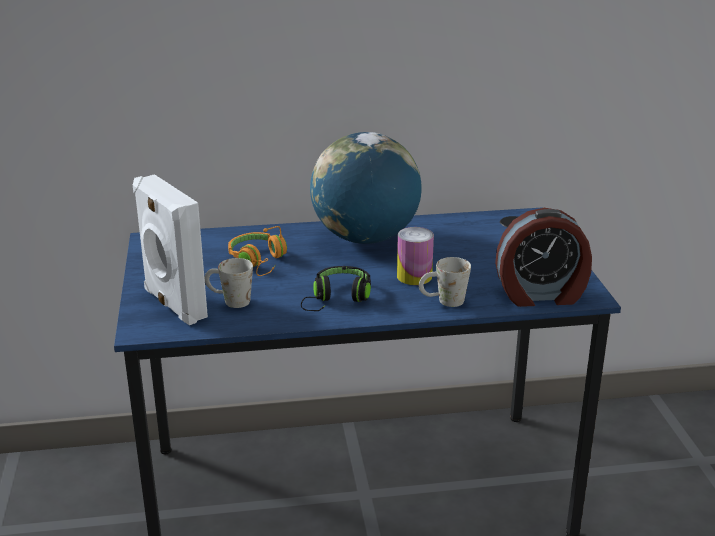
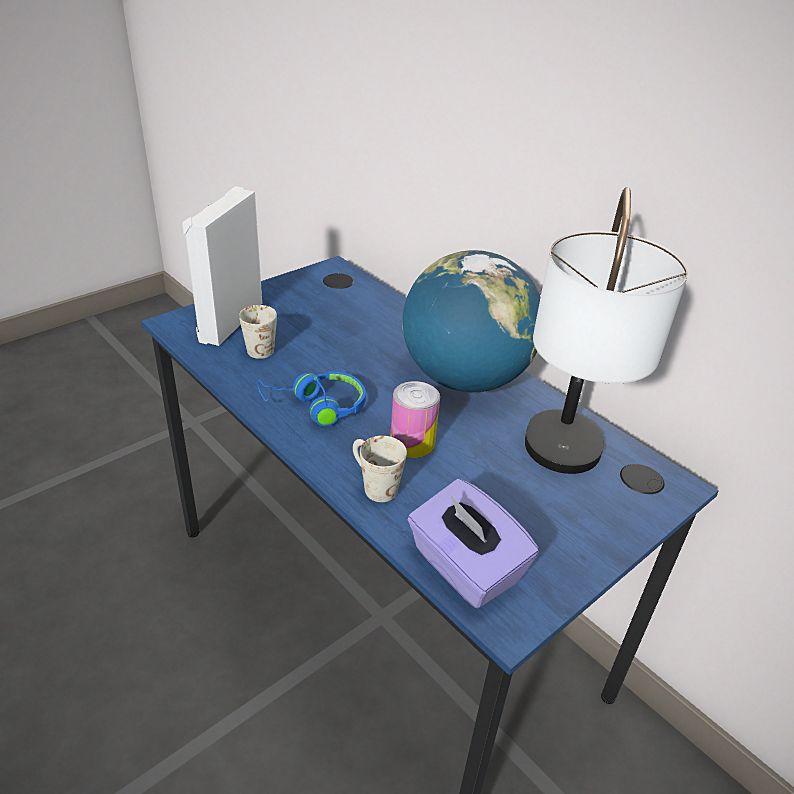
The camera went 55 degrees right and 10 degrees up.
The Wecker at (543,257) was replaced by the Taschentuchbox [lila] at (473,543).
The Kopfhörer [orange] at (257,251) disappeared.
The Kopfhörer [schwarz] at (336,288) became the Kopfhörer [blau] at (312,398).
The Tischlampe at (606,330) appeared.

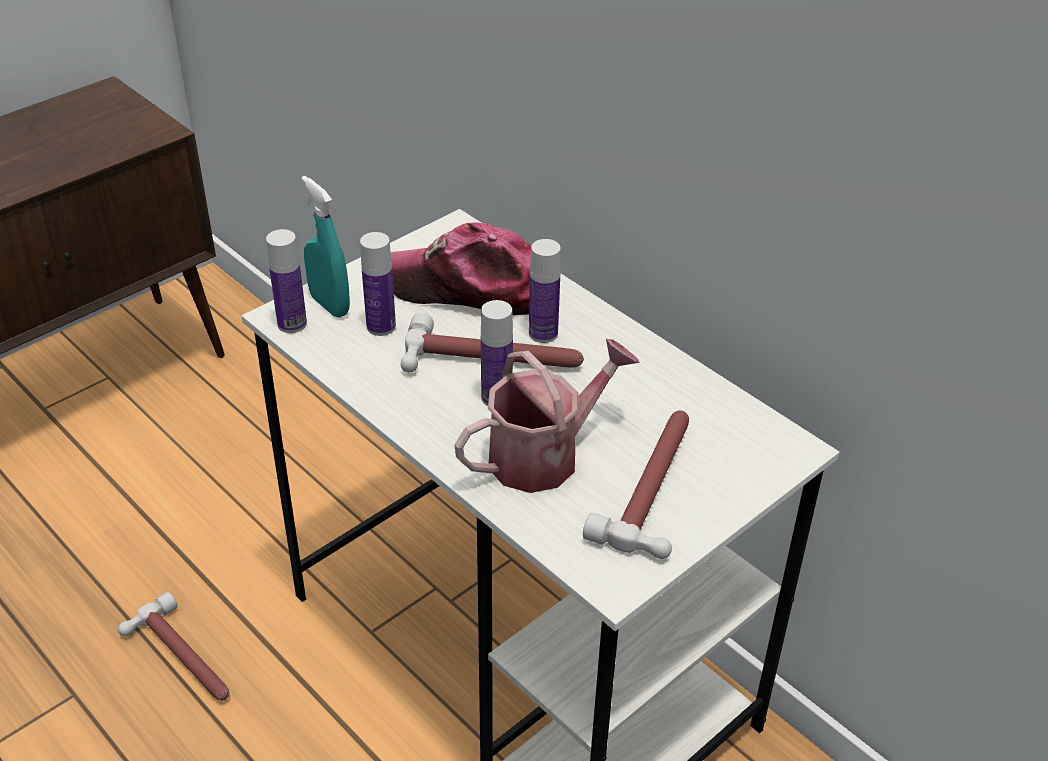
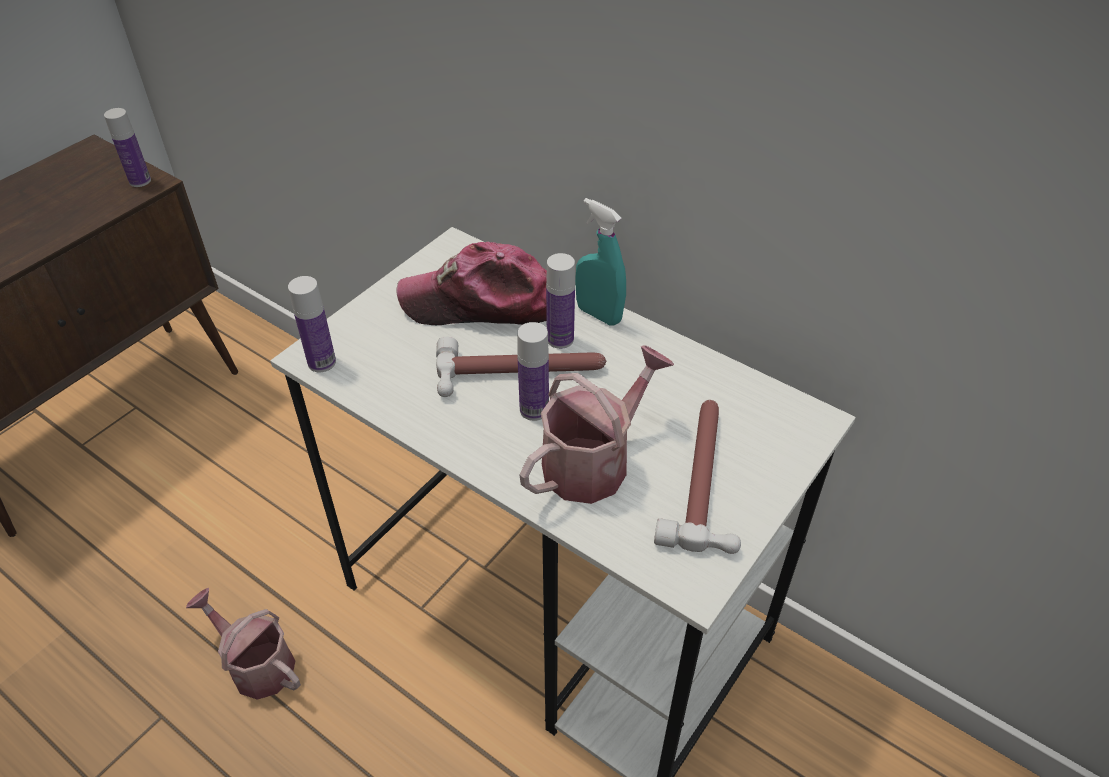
The camera went 10 degrees left and 5 degrees up.
The Sprühflasche [türkis] moved from (325,246) to (600,262).
The Flasche moved from (378,284) to (127,147).
The Hammer at (173,646) was replaced by the Gießkanne at (243,644).

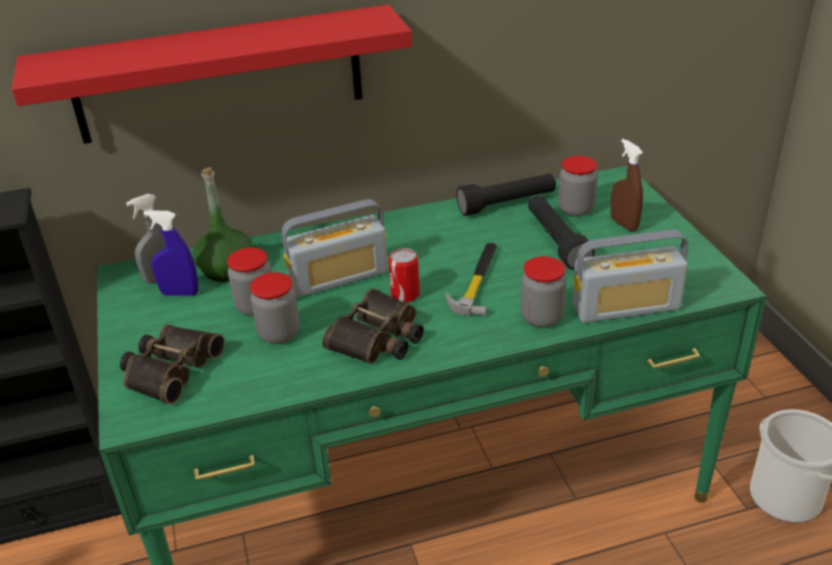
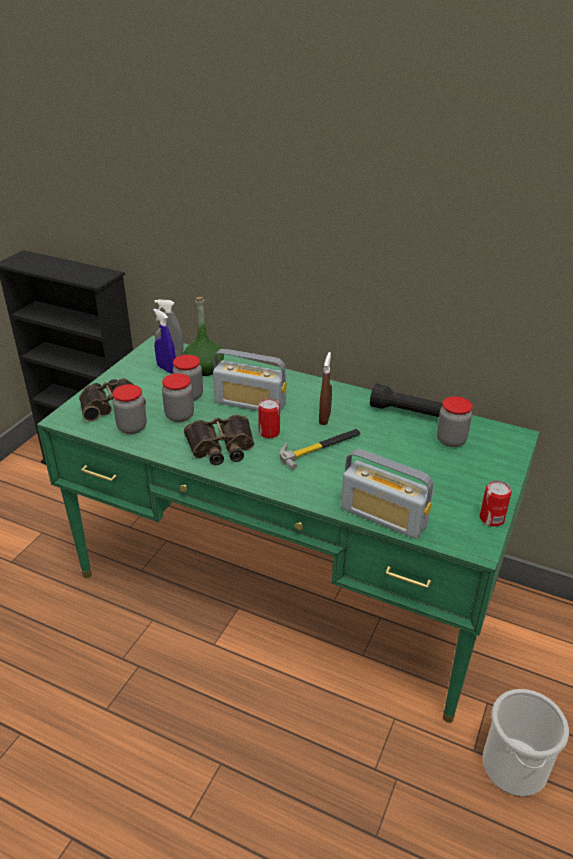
The camera went 40 degrees right and 0 degrees up.
The Wandregal [rot] at (212,74) disappeared.
The Sprühflasche [braun] moved from (626,185) to (325,388).
The Taschenlampe [schwarz] at (561,232) disappeared.
The Vorratsglas moved from (544,292) to (129,409).
The Dose at (496,503) appeared.

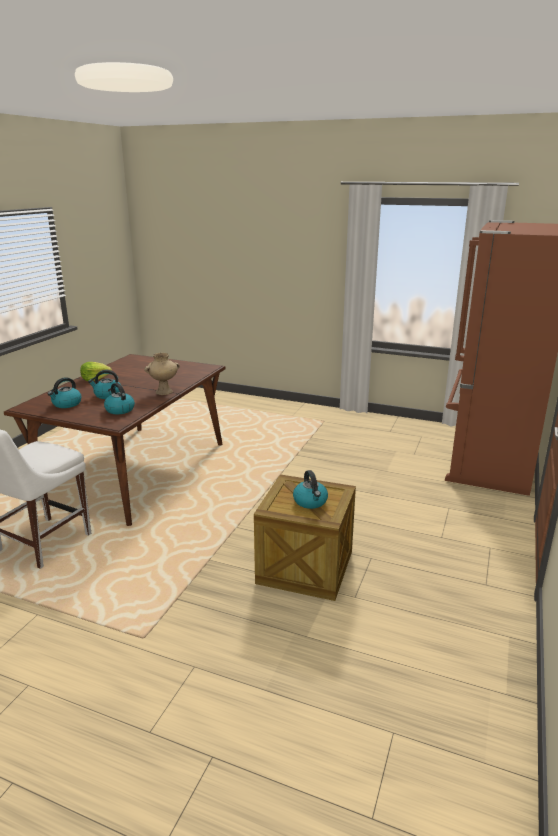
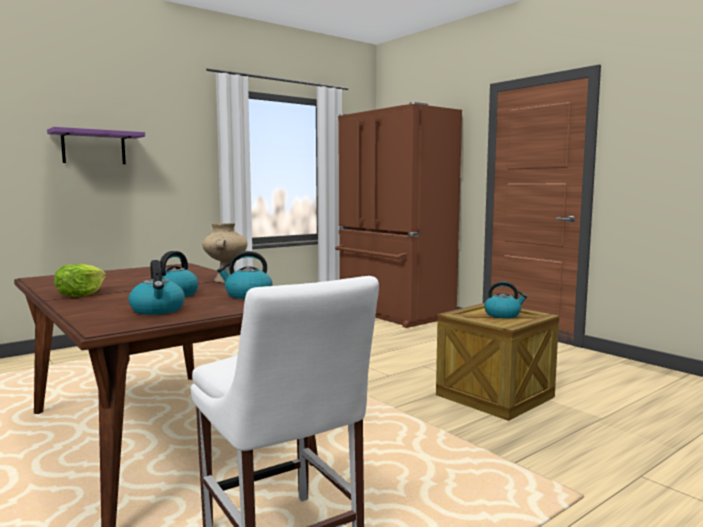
The camera went 60 degrees left and 15 degrees down.
The Wandregal [lila] at (96,145) appeared.

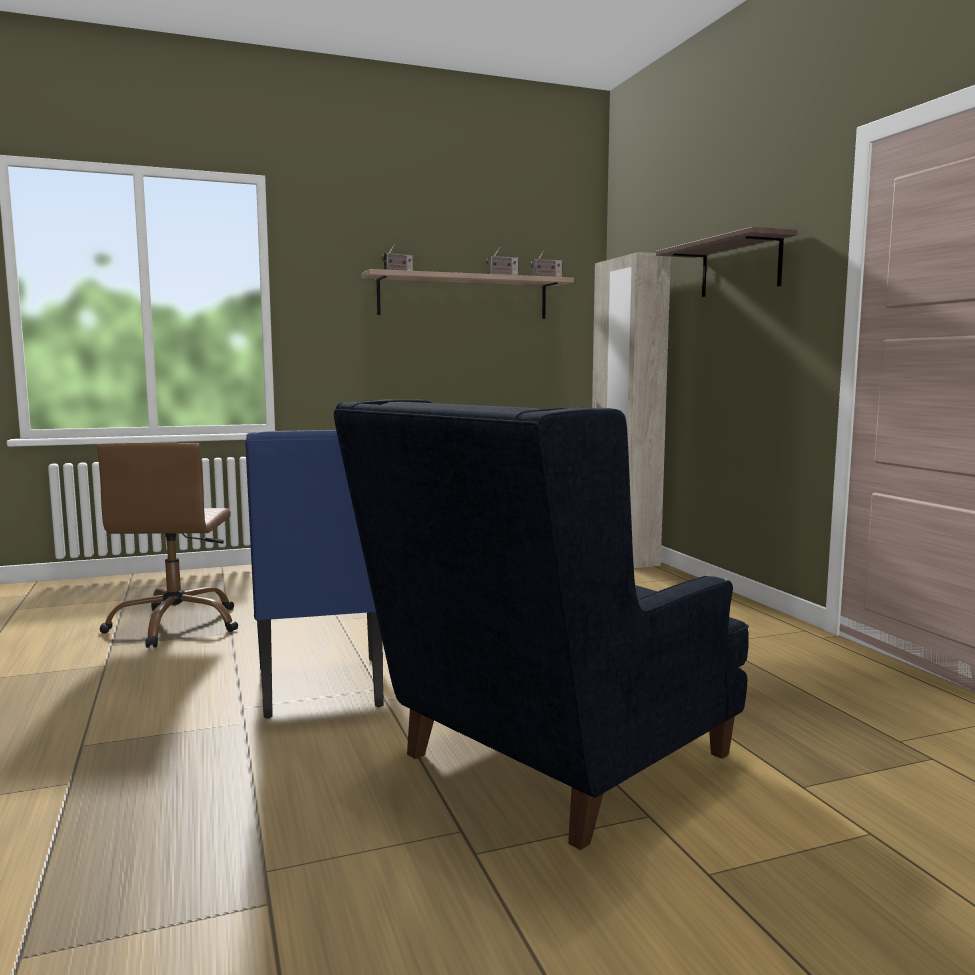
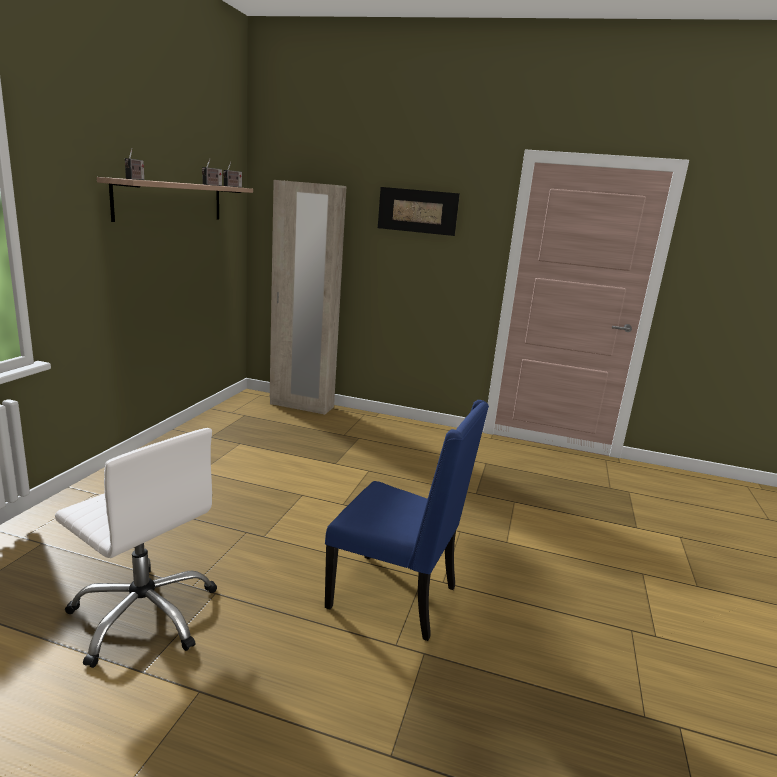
The camera went 55 degrees left and 10 degrees up.
The Wandregal at (726,262) was replaced by the Bild at (419,211).
The Sessel [blau] at (541,624) disappeared.
The Bürostuhl [braun] at (167,545) became the Bürostuhl [weiß] at (136,548).

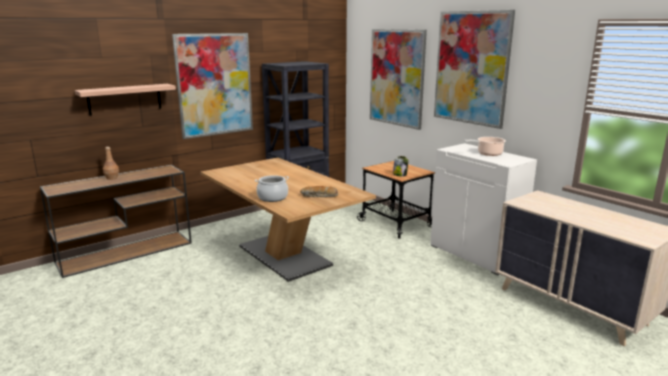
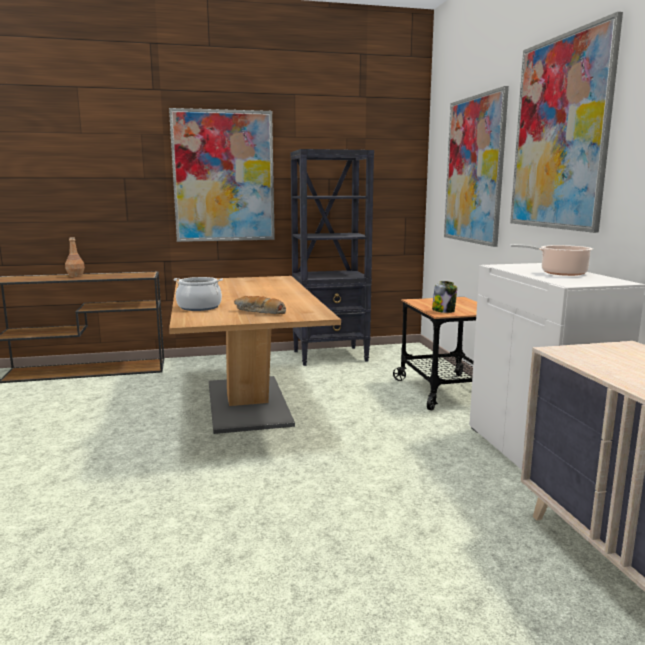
The camera went 25 degrees right and 5 degrees down.
The Wandregal at (125,100) disappeared.

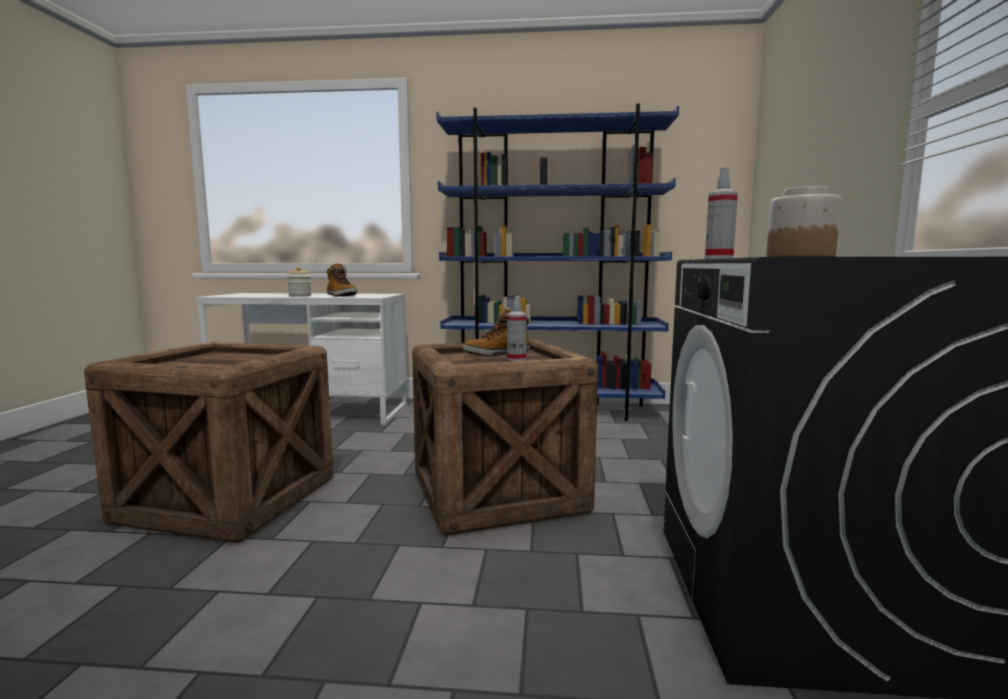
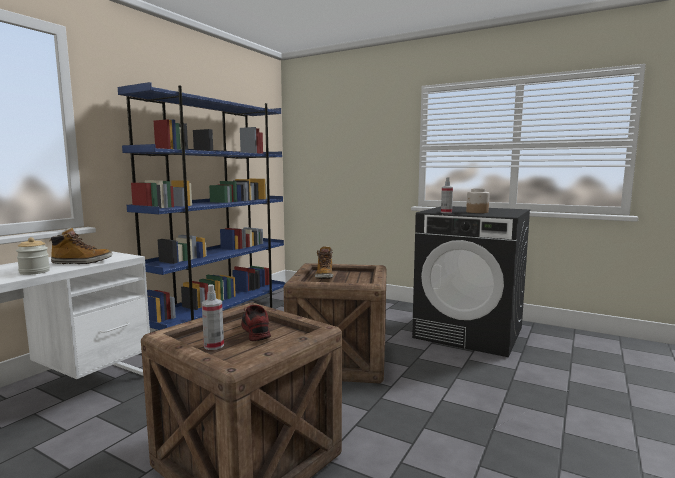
The camera went 65 degrees left and 0 degrees up.
The Sprühflasche moved from (517,328) to (213,317).
The Schuh at (256,323) appeared.

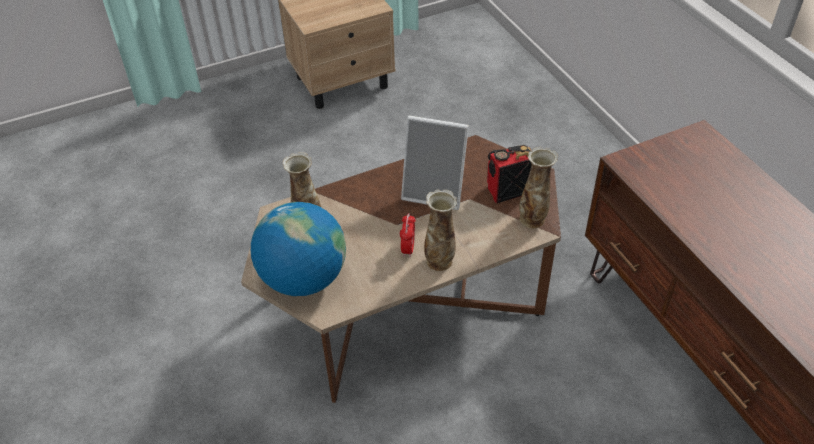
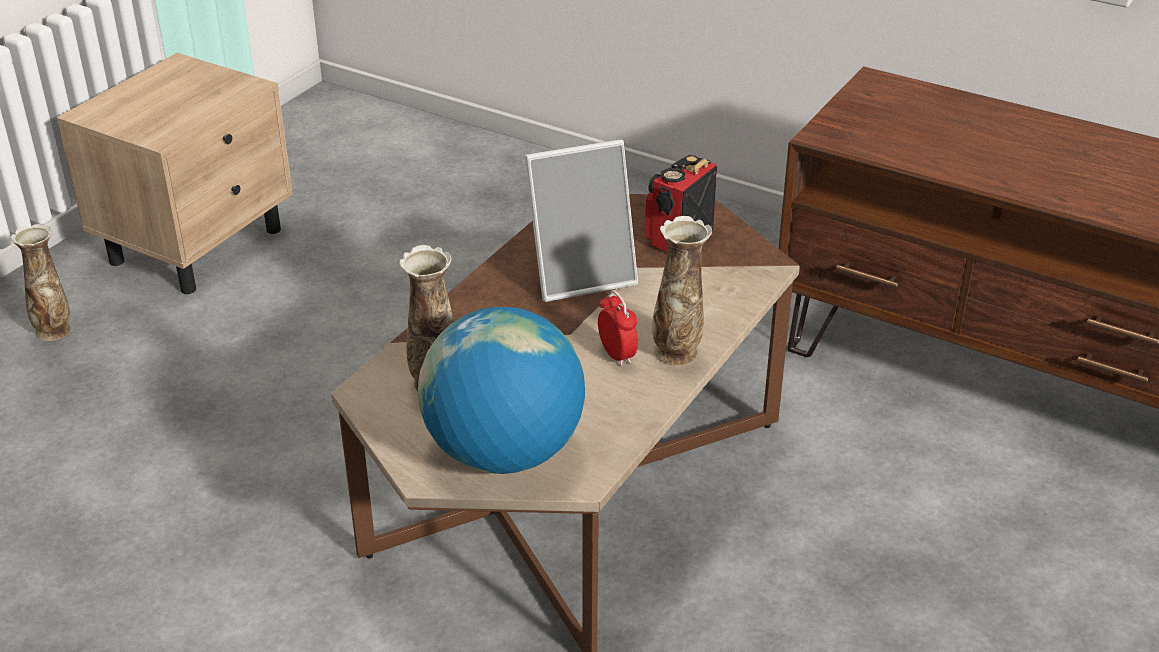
The camera went 35 degrees left and 10 degrees down.
The Vase moved from (538,188) to (41,282).

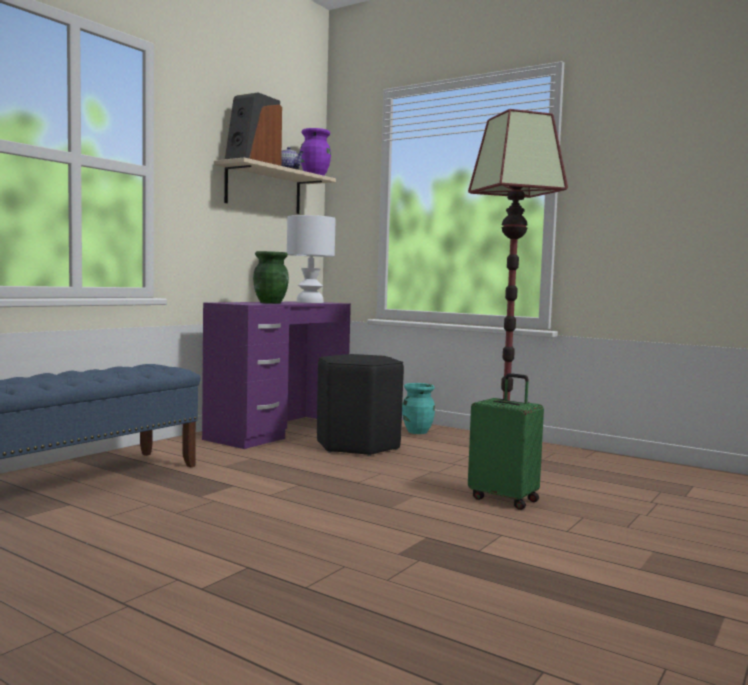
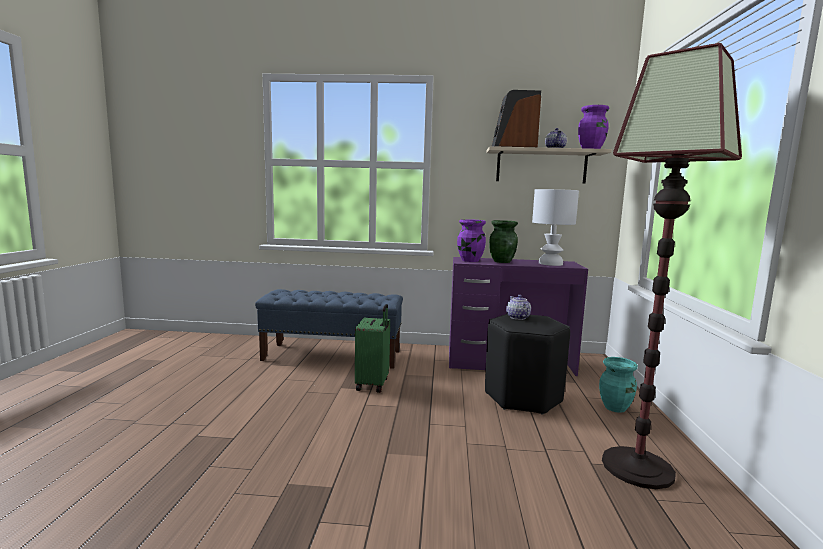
The camera went 60 degrees right and 5 degrees up.
The Koffer [grün] moved from (506,441) to (372,348).
The Vase [lila] at (471,240) appeared.
The Teekanne at (518,307) appeared.

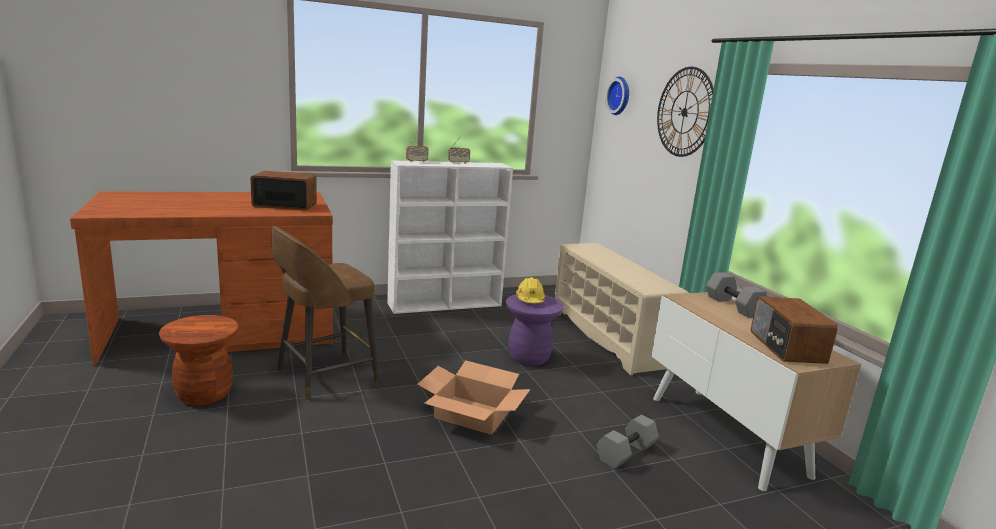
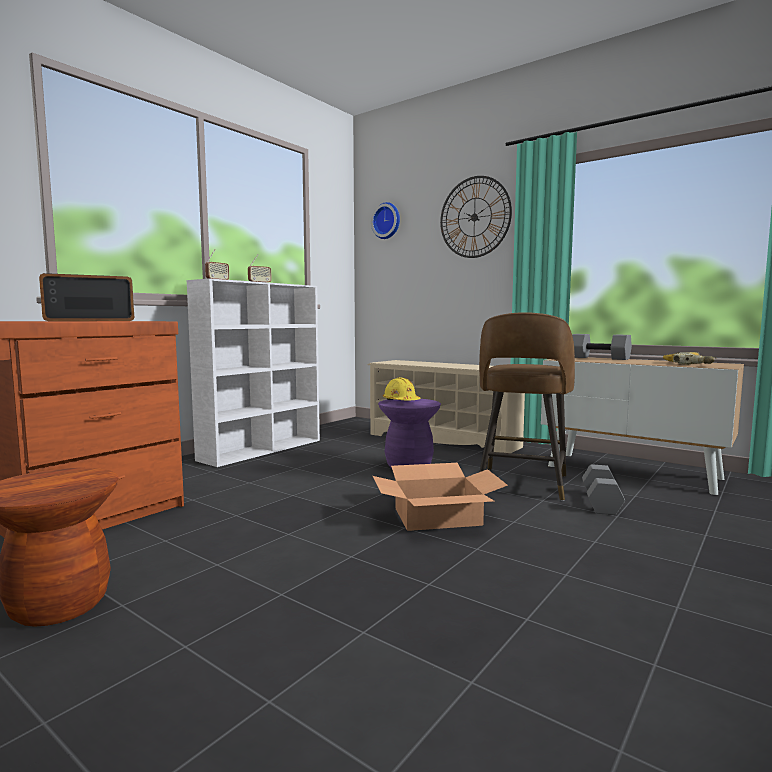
The camera went 30 degrees left and 10 degrees down.
The Hocker [braun] moved from (325,313) to (527,406).
The Radio at (794,330) was replaced by the Bohrmaschine at (690,358).

